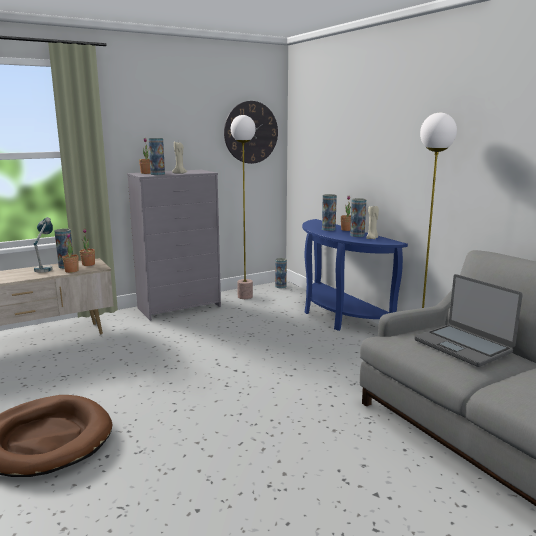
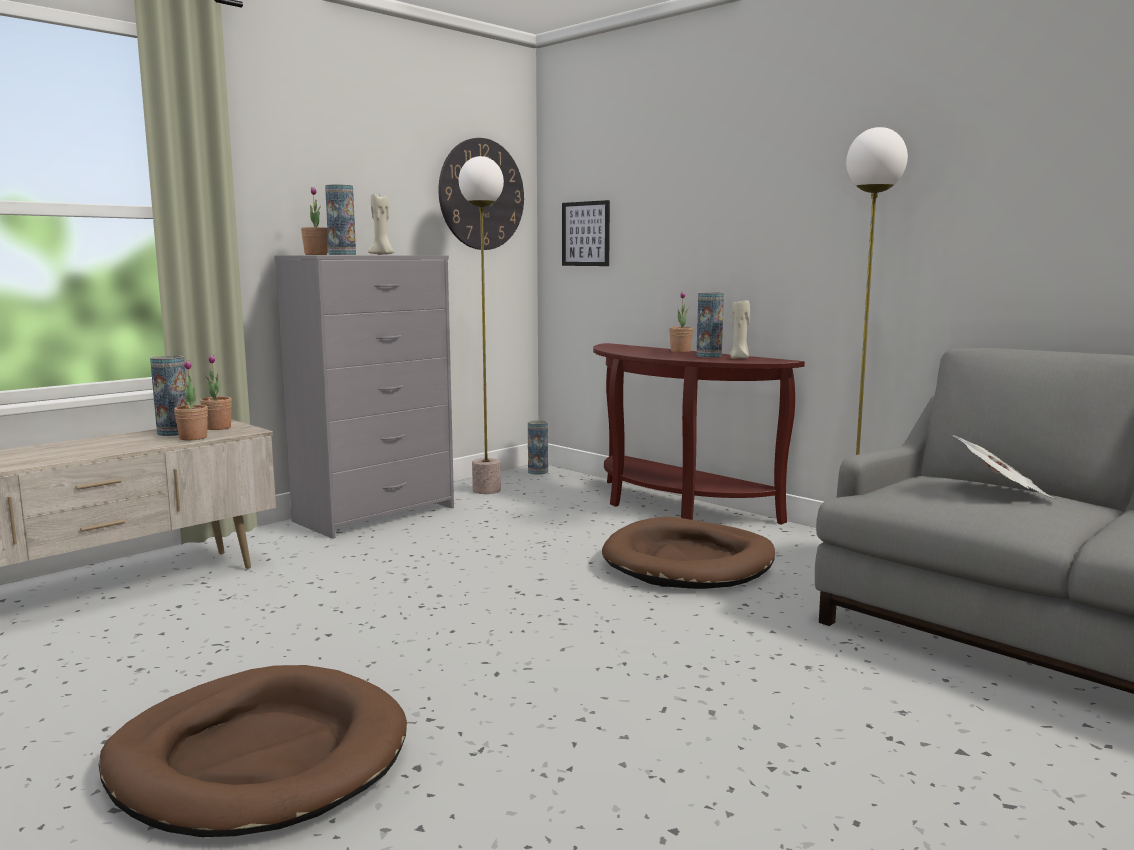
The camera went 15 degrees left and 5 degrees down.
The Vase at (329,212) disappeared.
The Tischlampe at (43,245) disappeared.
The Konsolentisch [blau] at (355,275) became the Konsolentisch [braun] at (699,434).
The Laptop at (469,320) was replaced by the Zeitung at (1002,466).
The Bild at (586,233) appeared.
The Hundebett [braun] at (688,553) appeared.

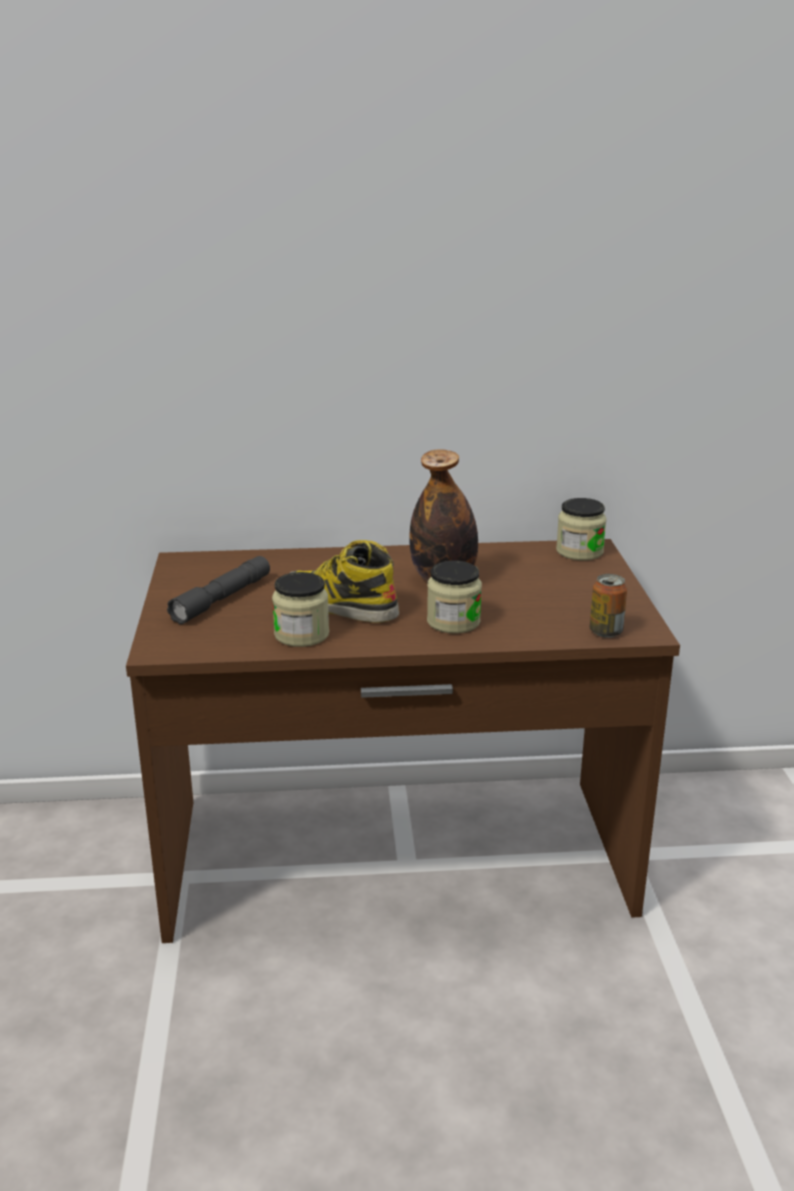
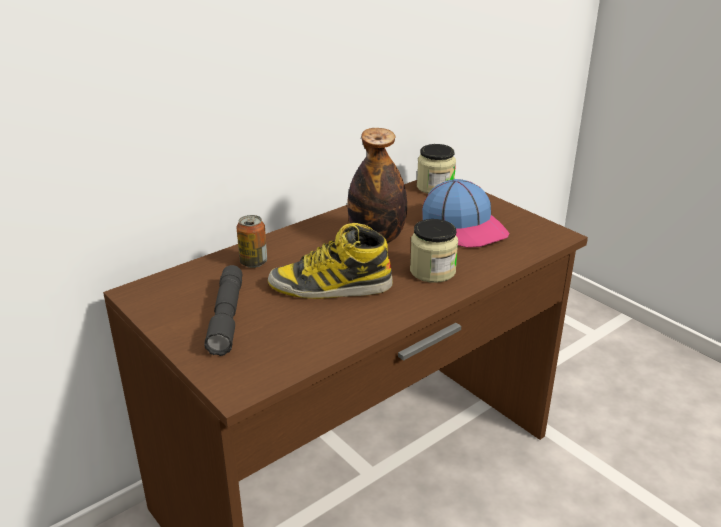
The camera went 35 degrees left and 5 degrees up.
The Vorratsglas at (300,609) disappeared.
The Dose moved from (608,606) to (252,241).
The Kappe at (465,213) appeared.

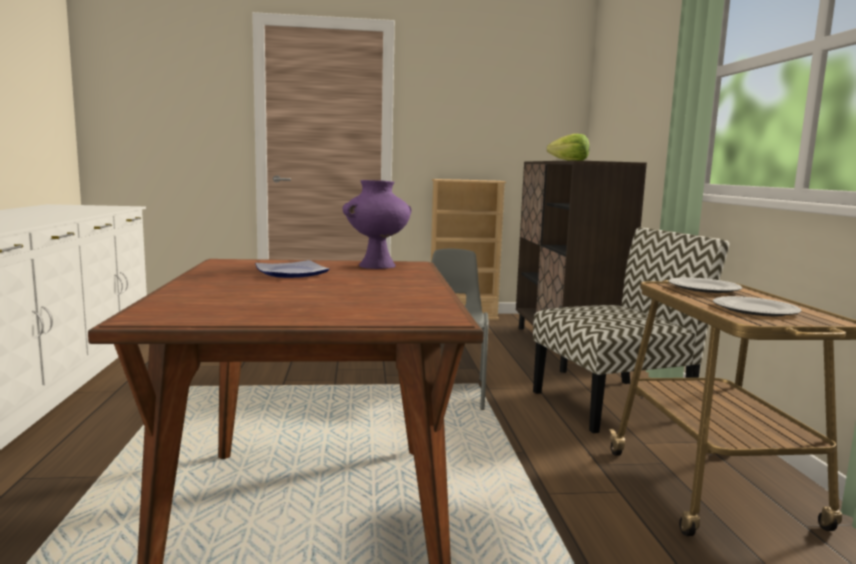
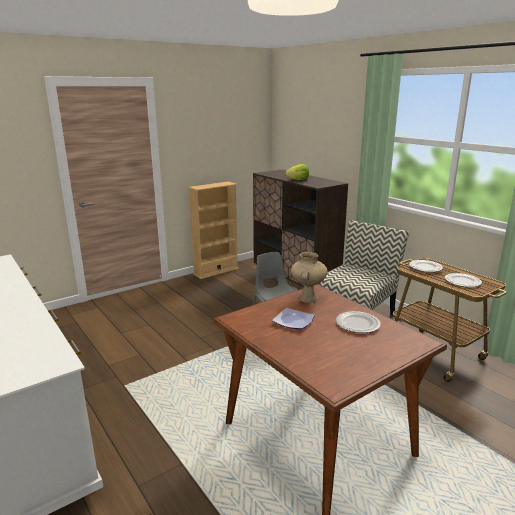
The camera went 30 degrees left and 10 degrees up.
The Vase [lila] at (377,224) became the Vase [beige] at (309,277).
The Teller at (358,322) appeared.

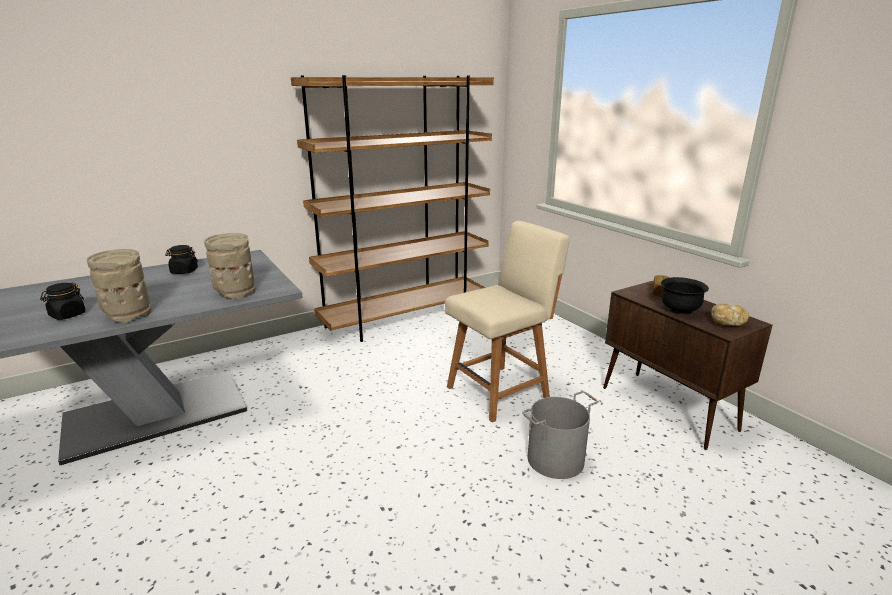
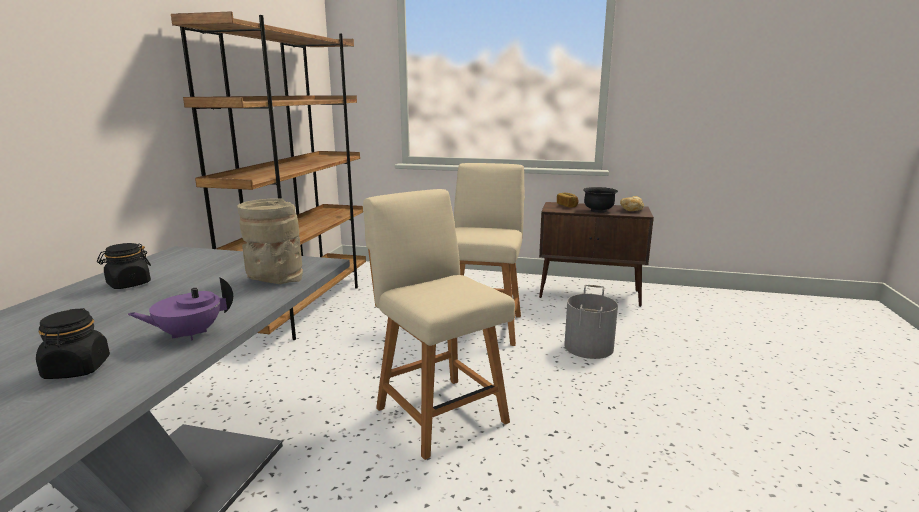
The camera went 45 degrees left and 5 degrees down.
The Vase [beige] at (119,286) was replaced by the Teekanne [lila] at (180,309).
The Stuhl [beige] at (439,324) appeared.

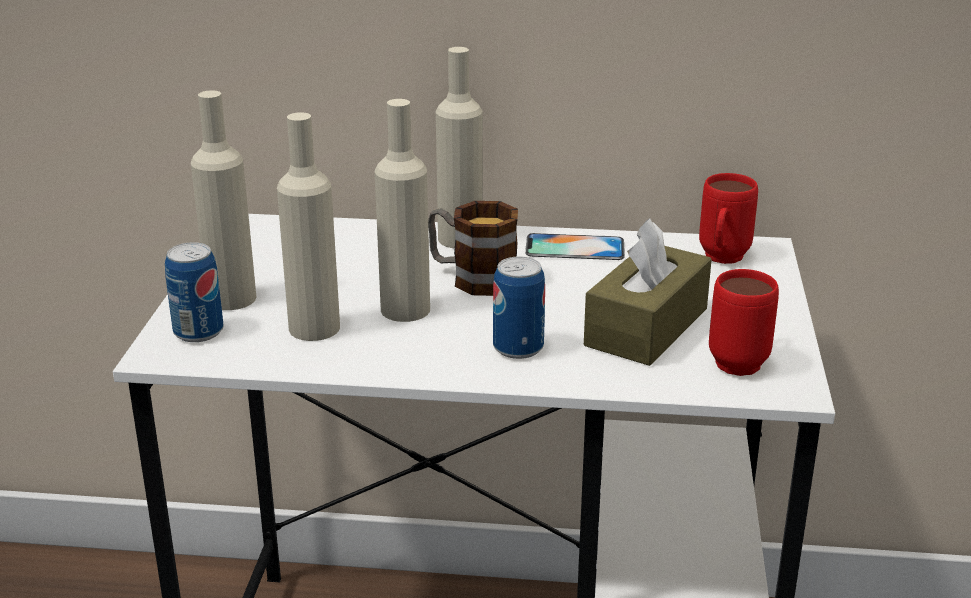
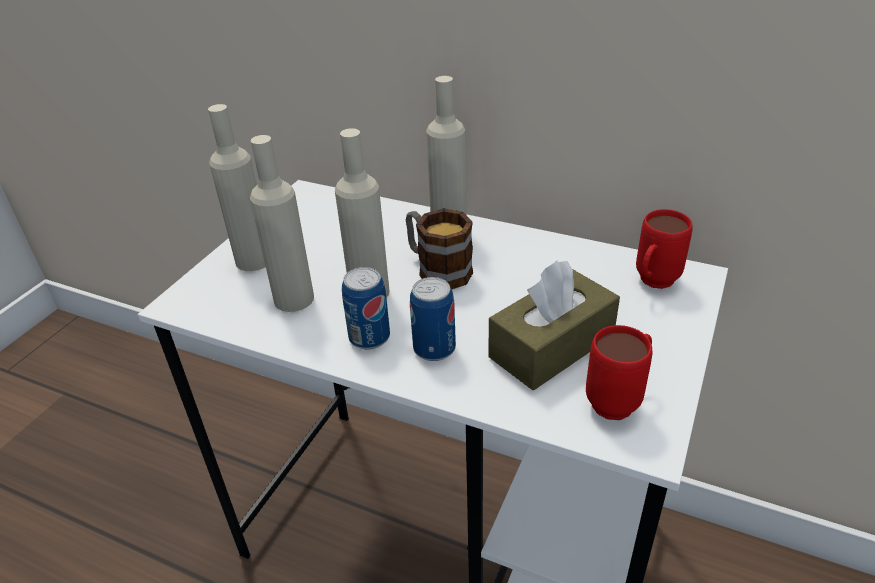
The camera went 20 degrees right and 10 degrees up.
The Handy at (575,246) disappeared.
The Dose moved from (194,292) to (366,308).

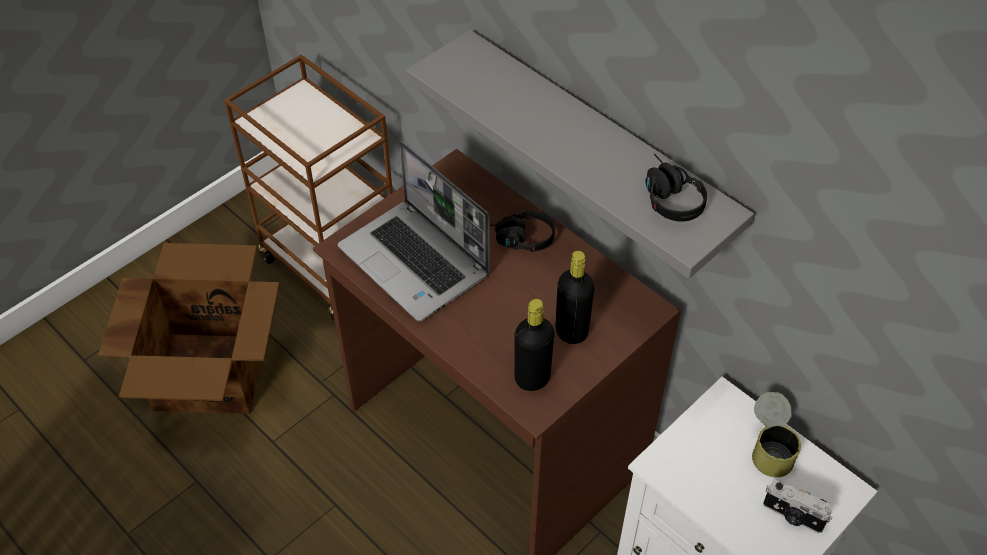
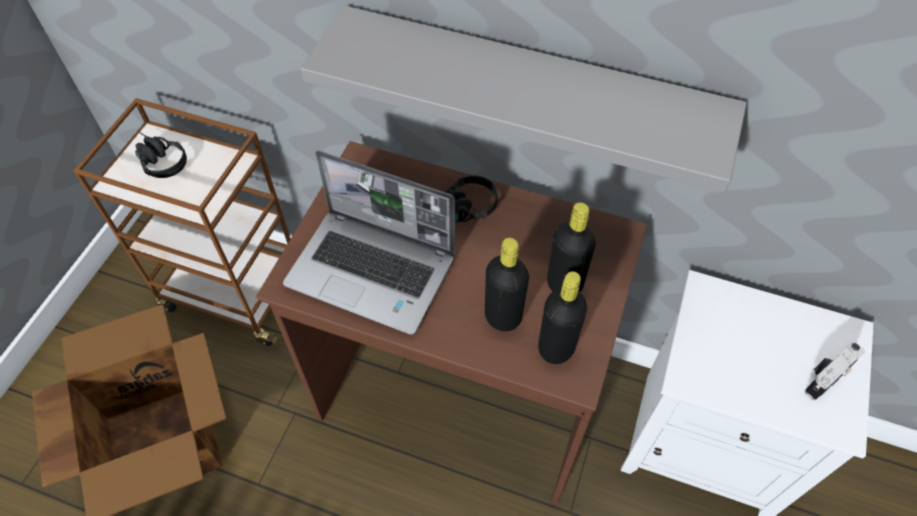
The camera went 25 degrees left and 5 degrees up.
The Kopfhörer [schwarz] moved from (676,188) to (161,155).
The Dose at (776,434) disappeared.
The Kamera at (797,506) turned 135 degrees clockwise.
The Flasche [schwarz] at (507,284) appeared.

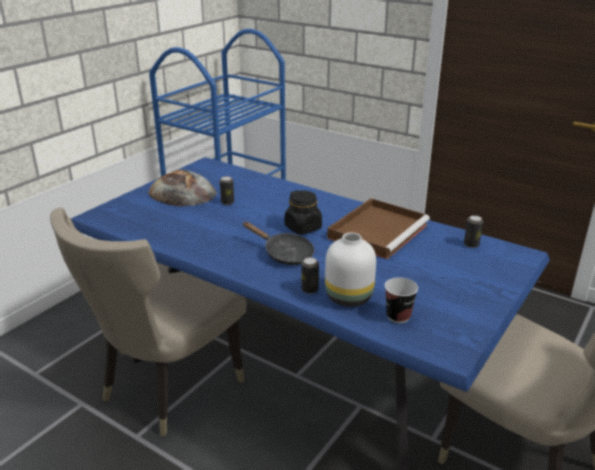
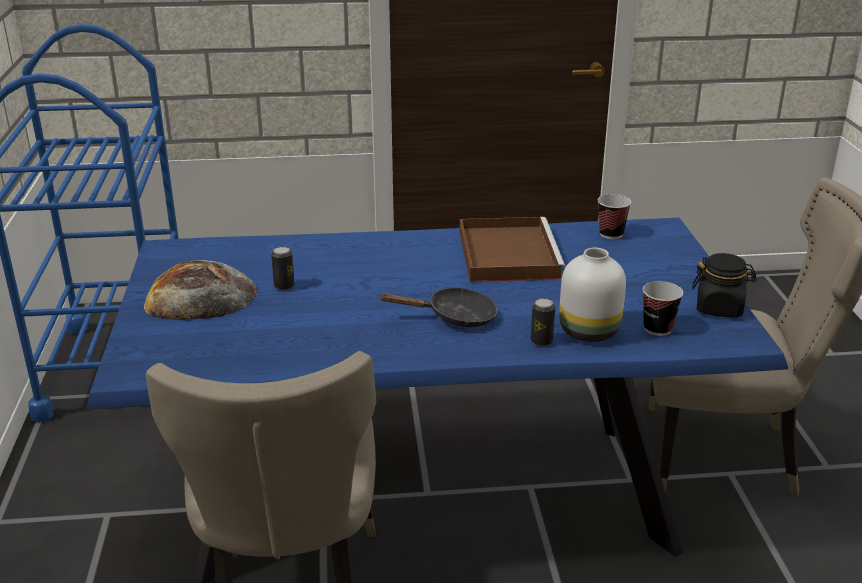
The camera went 40 degrees left and 0 degrees up.
The Vorratsglas [schwarz] moved from (303,212) to (724,285).
The Dose at (473,231) was replaced by the Tasse at (614,216).

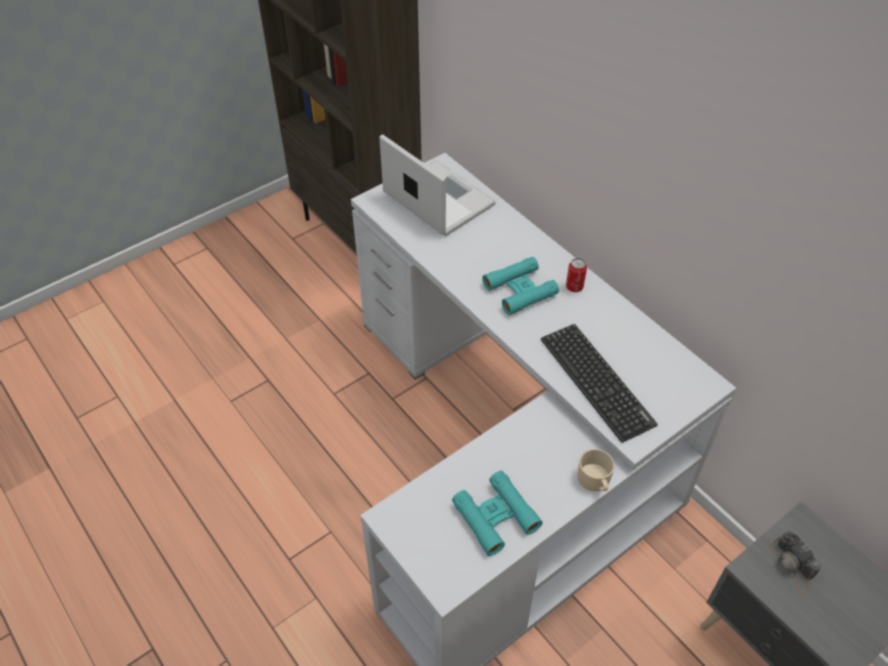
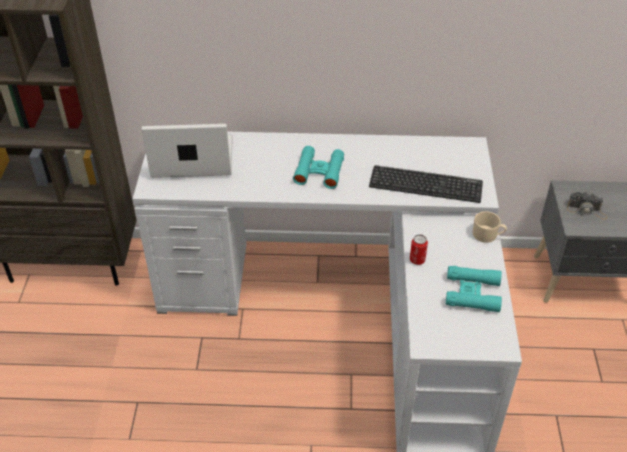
The camera went 50 degrees left and 5 degrees down.
The Dose moved from (576,275) to (419,249).

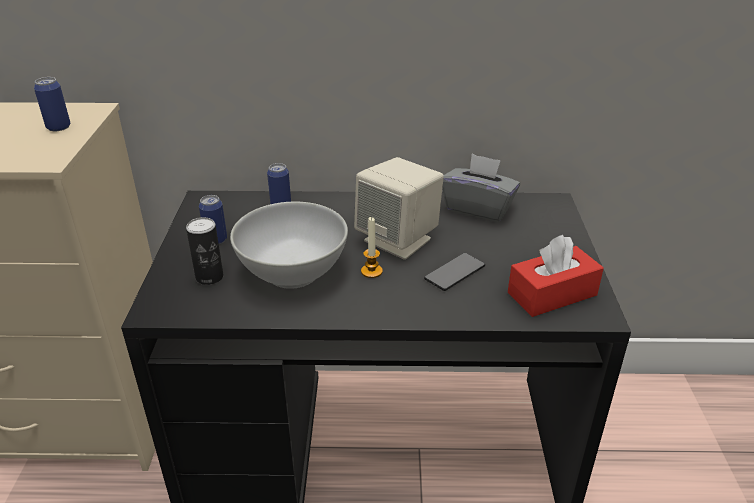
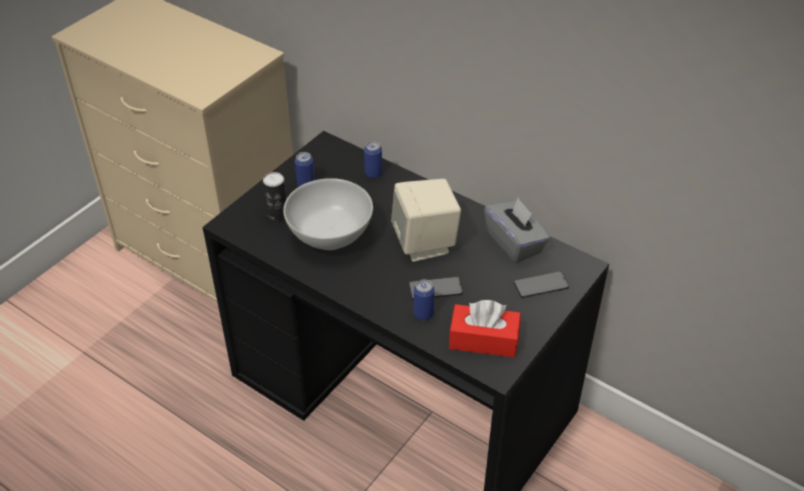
The camera went 35 degrees right and 10 degrees up.
The Dose moved from (52,104) to (424,300).
The Kerze at (372,247) disappeared.
The Handy at (541,284) appeared.

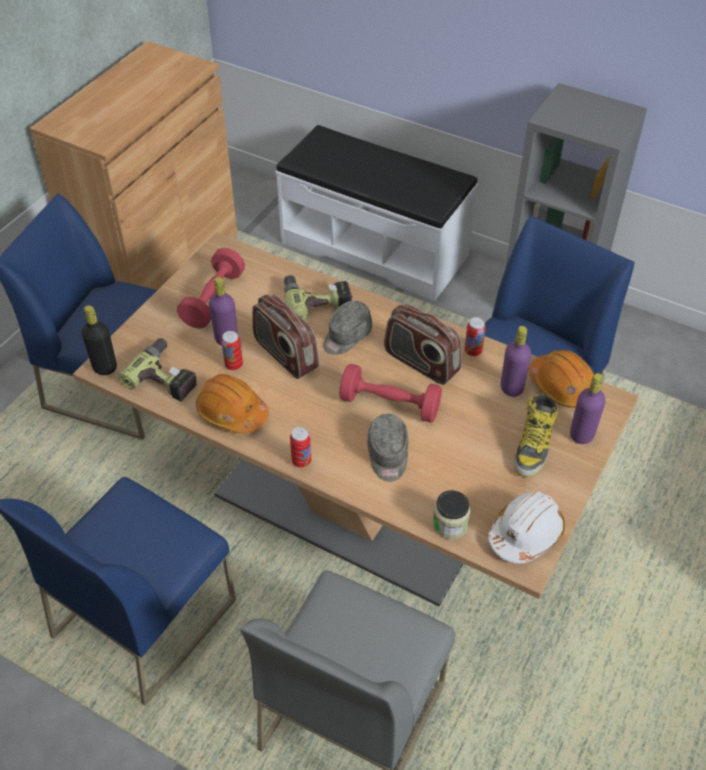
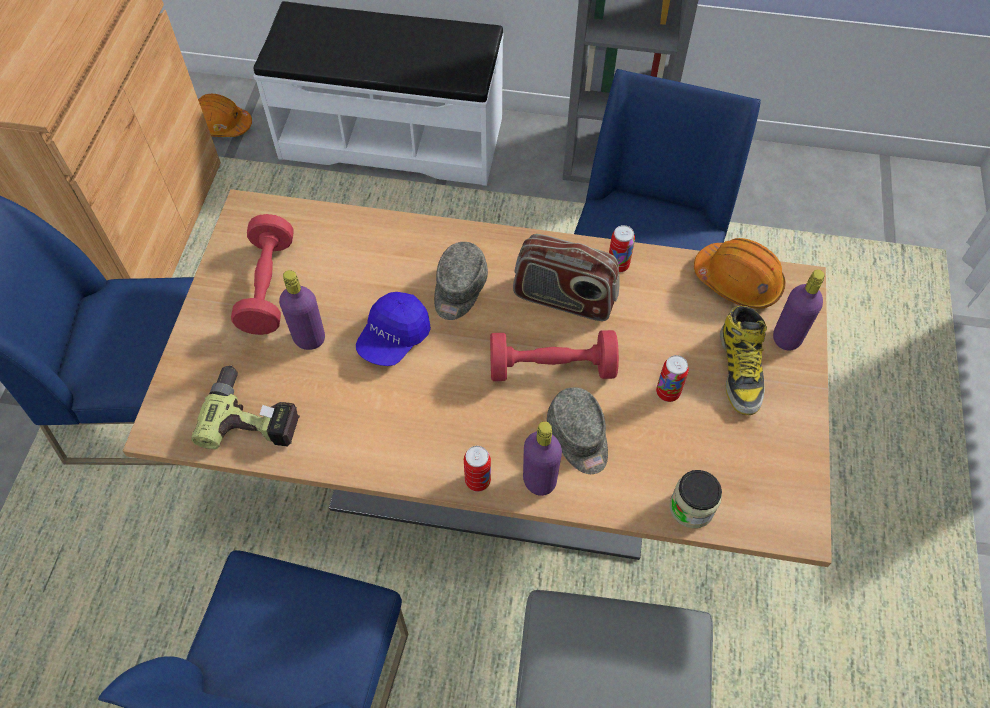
The camera went 20 degrees left and 10 degrees up.
The Bohrmaschine at (318,298) disappeared.
The Radio at (285,336) was replaced by the Kappe [blau] at (393,329).
The Flasche [schwarz] at (99,340) disappeared.
The Flasche [lila] moved from (516,361) to (542,458).
The Dose moved from (232,350) to (672,378).
The Schutzhelm [orange] moved from (232,404) to (225,115).
The Schutzhelm [weiß] at (526,527) disappeared.

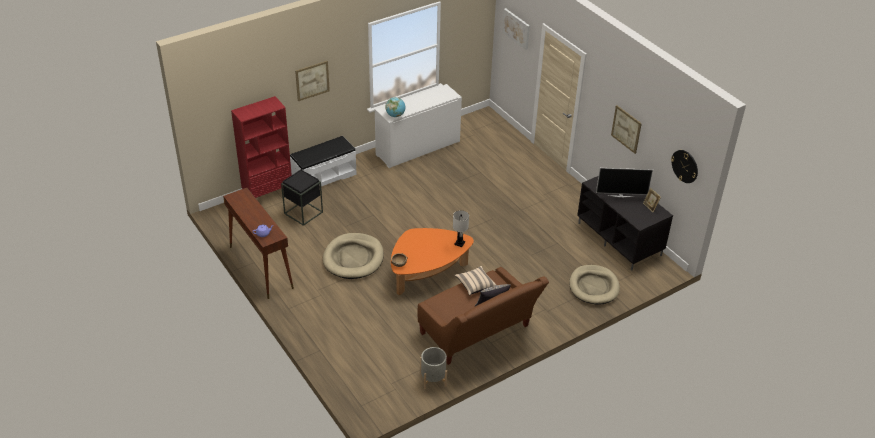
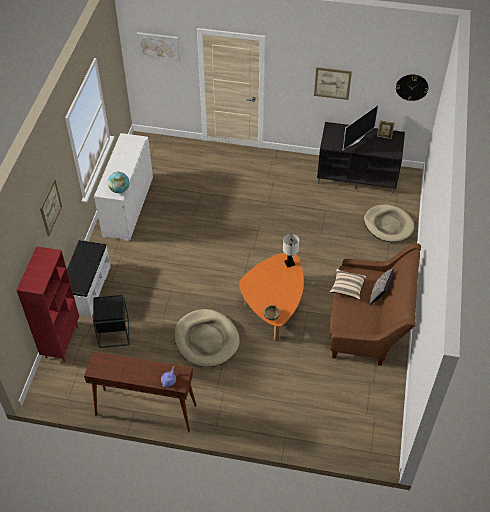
The camera went 45 degrees left and 10 degrees up.
The Pflanzkübel [grau] at (433,368) disappeared.

